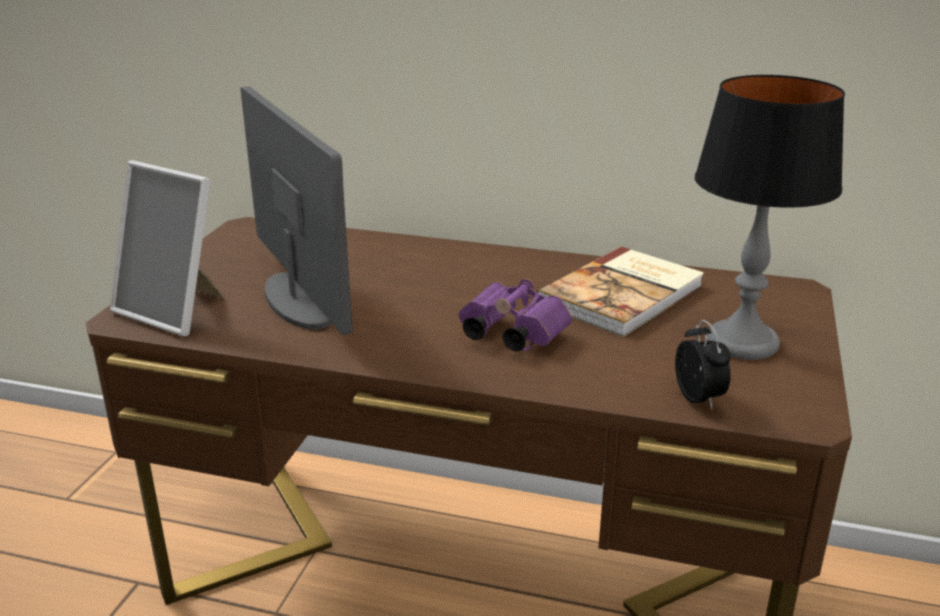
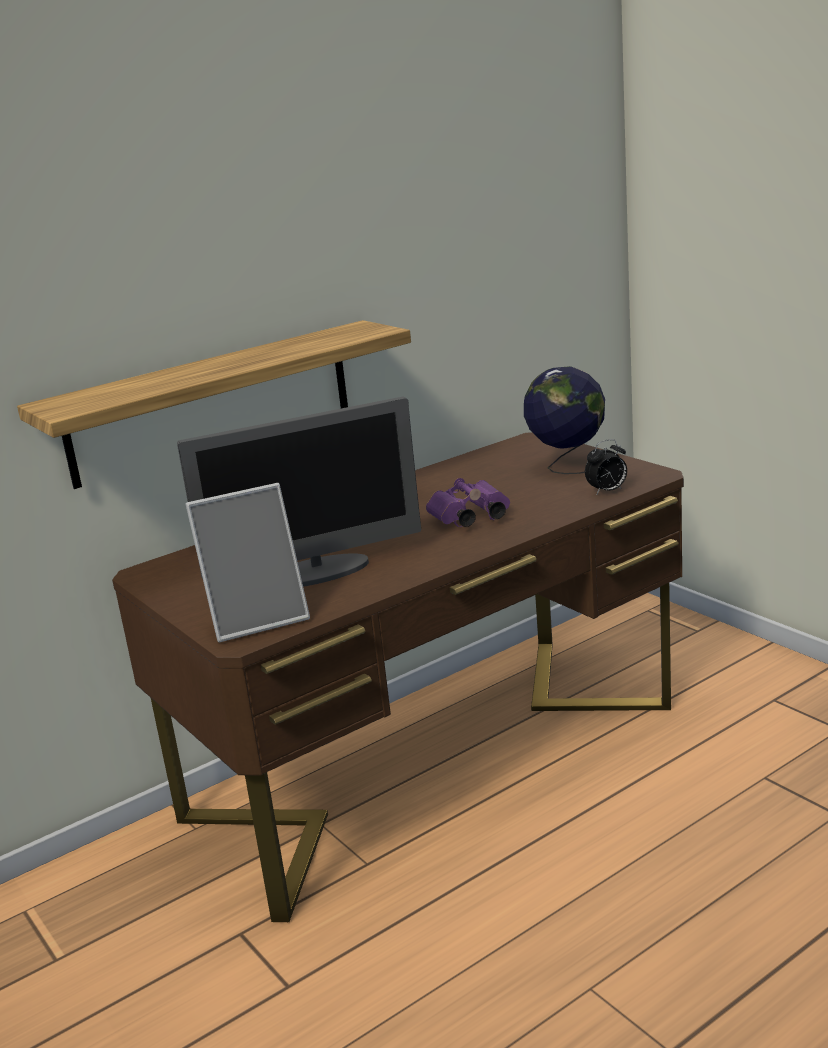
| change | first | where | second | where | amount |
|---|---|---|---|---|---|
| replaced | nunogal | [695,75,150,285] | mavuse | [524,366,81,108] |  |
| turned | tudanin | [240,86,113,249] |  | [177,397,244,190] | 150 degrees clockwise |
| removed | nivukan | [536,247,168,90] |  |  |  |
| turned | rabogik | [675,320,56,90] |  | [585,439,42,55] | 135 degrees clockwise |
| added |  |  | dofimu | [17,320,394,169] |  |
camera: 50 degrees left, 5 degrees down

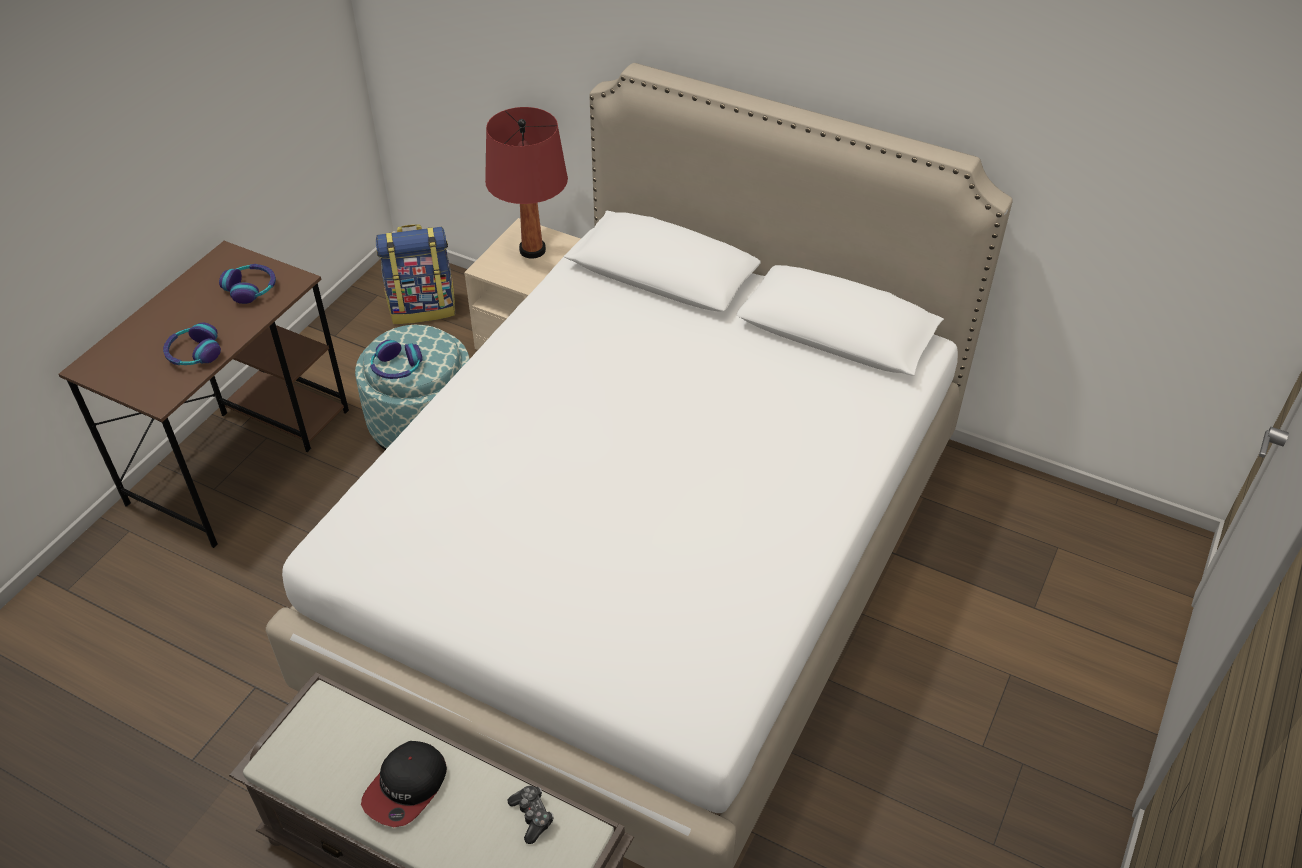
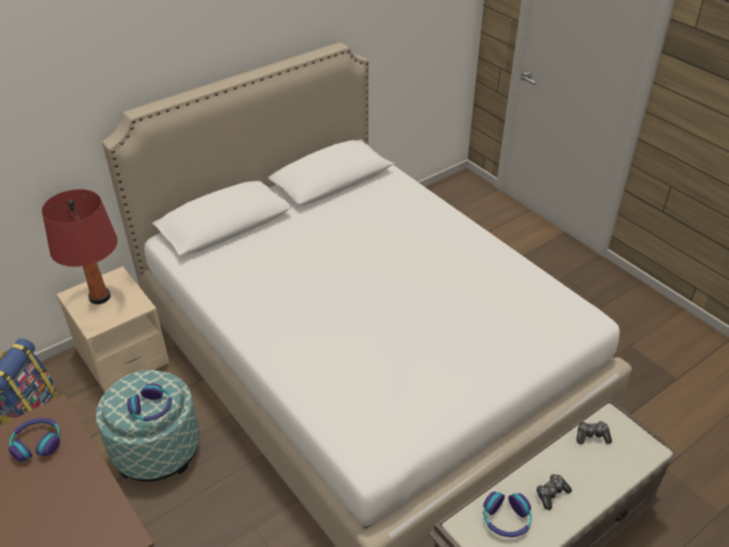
| change | first | where | second | where | amount |
|---|---|---|---|---|---|
| moved | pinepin | [163,323,58,42] |  | [483,491,49,46] |  |
| replaced | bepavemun | [361,741,86,86] | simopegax | [537,474,35,36] |  |
camera: 65 degrees left, 5 degrees down

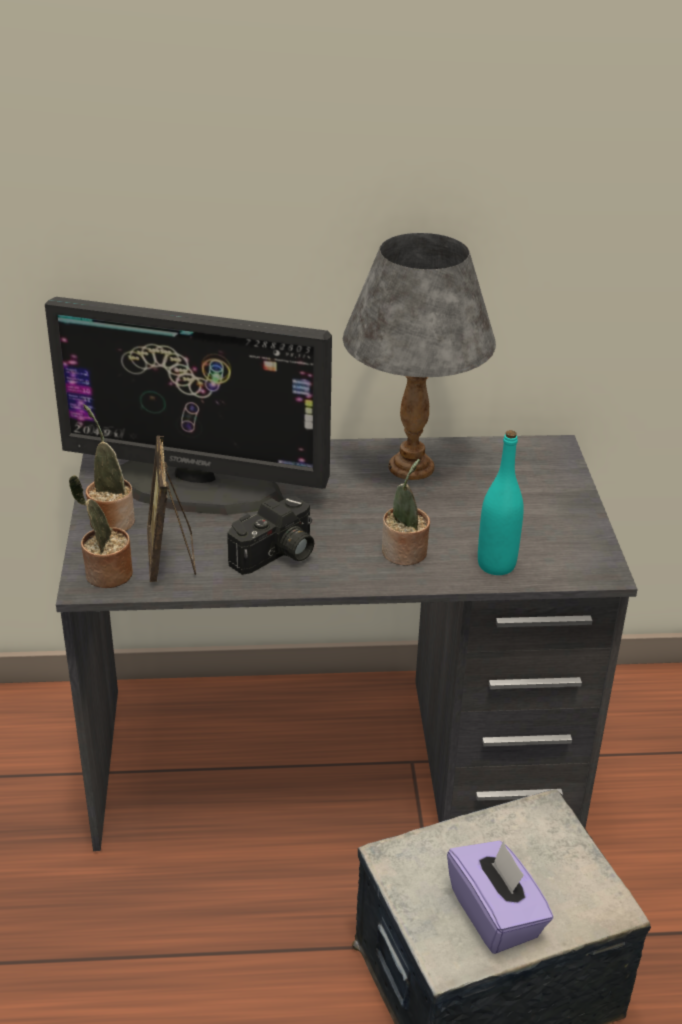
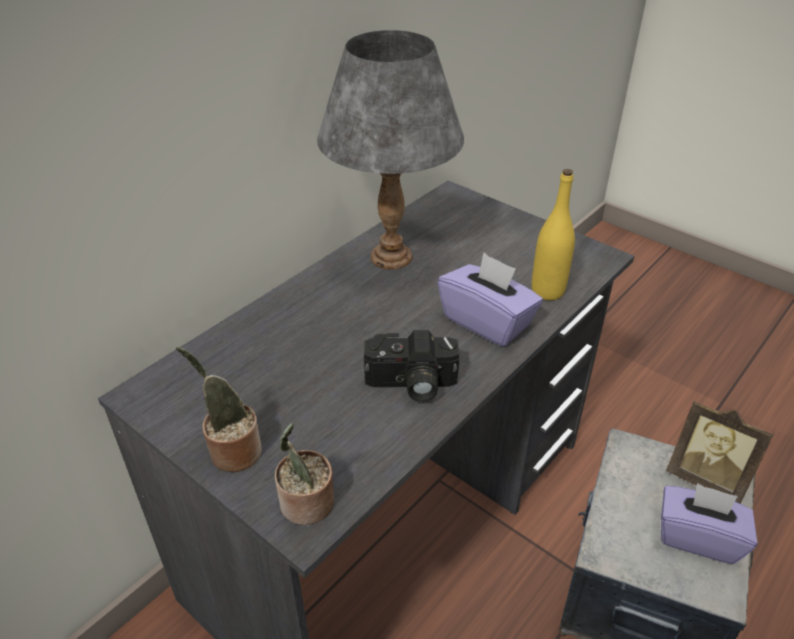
| change | first | where | second | where | amount |
|---|---|---|---|---|---|
| removed | tudanin | [45,297,287,218] |  |  |  |
| recoloured | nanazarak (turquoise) | [478,430,46,145] | nanazarak (yellow) | [532,169,43,131] |  |
| moved | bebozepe | [147,436,49,146] |  | [666,400,108,103] |  |
| replaced | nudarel | [382,459,48,107] | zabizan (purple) | [438,253,105,94] |  |
| turned | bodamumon | [227,497,87,78] |  | [363,330,96,72] | 90 degrees clockwise |
camera: 45 degrees left, 5 degrees up

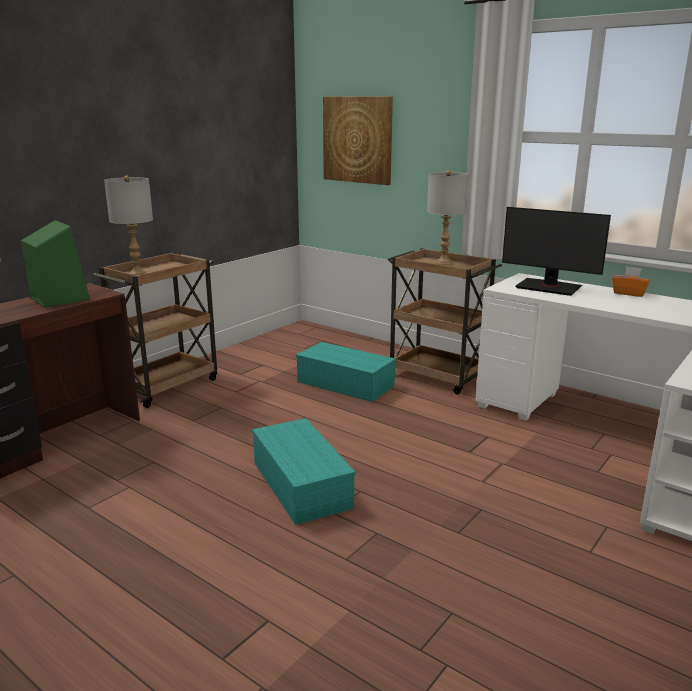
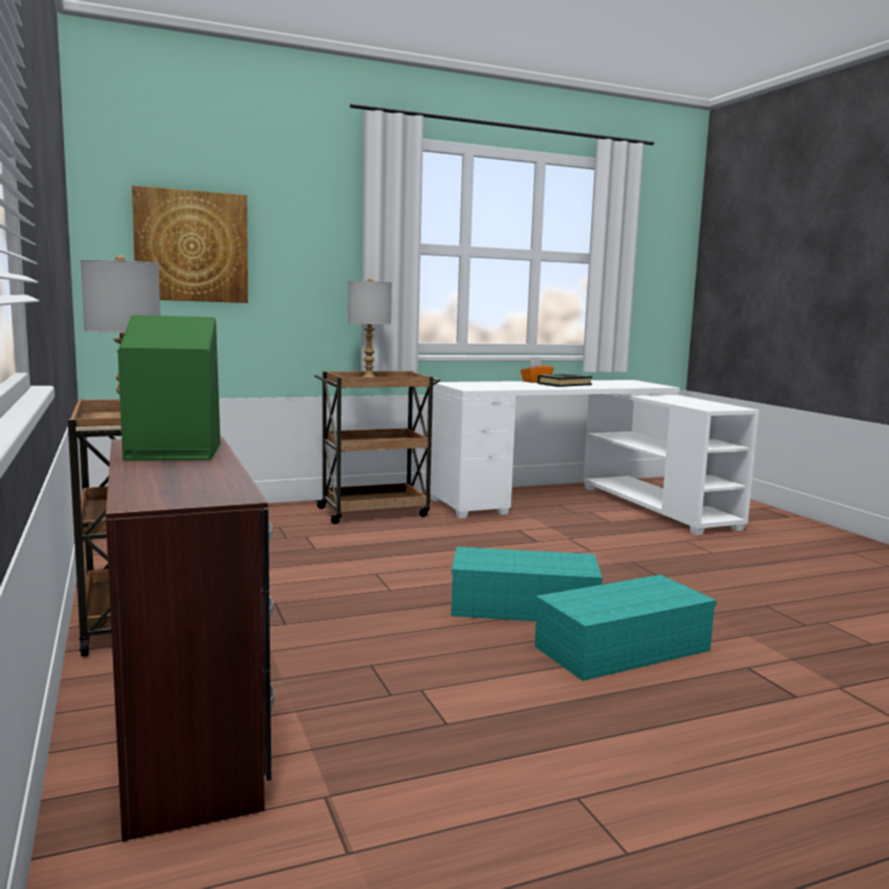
| change | first | where | second | where | amount |
|---|---|---|---|---|---|
| removed | tudanin | [502,207,109,89] |  |  |  |
| moved | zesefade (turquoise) | [296,342,100,60] |  | [535,575,182,106] |  |
| added |  |  | nivukan (black) | [537,374,56,13] |  |
camera: 60 degrees left, 10 degrees down

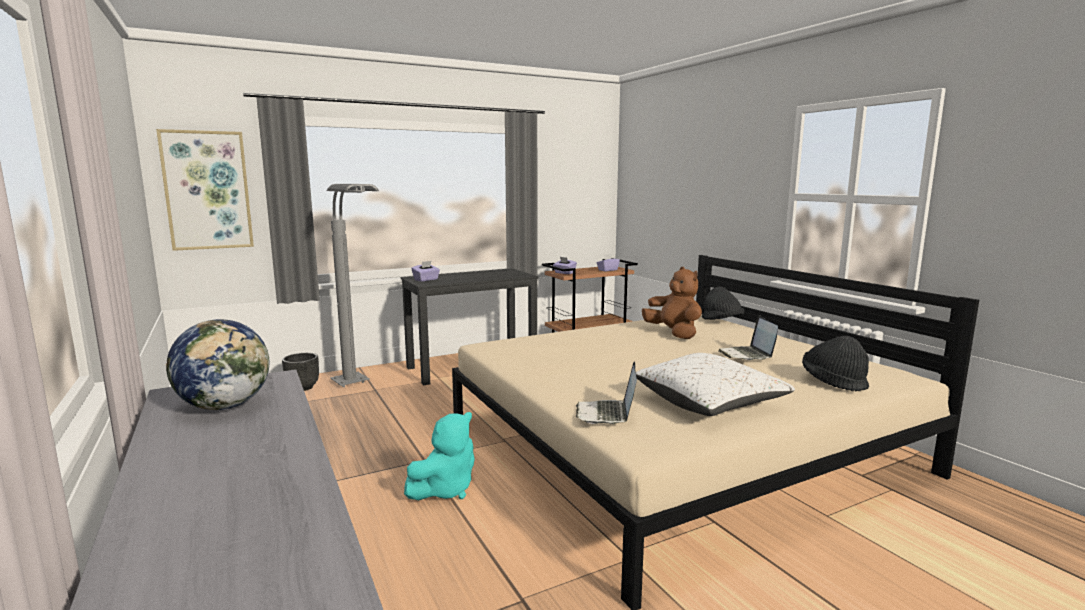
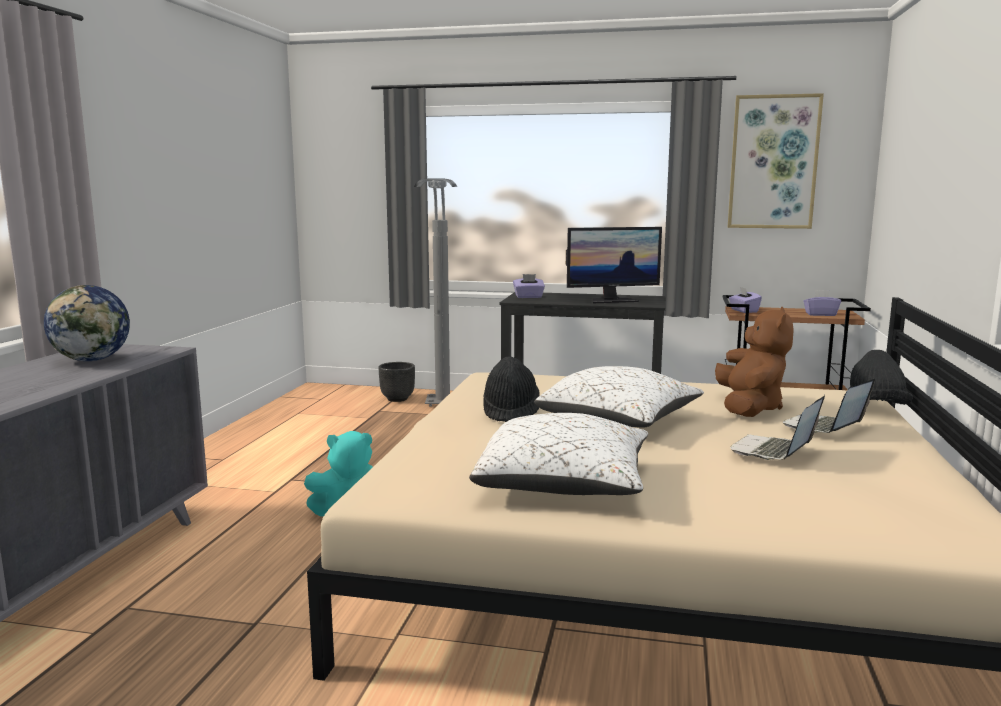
| change | first | where | second | where | amount |
|---|---|---|---|---|---|
| moved | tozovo | [156,129,98,122] |  | [728,93,96,136] |  |
| moved | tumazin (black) | [802,336,67,56] |  | [484,356,56,66] |  |
| moved | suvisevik | [576,362,61,62] |  | [783,378,92,55] |  |
| added |  |  | tudanin | [566,227,96,76] |  |
| added |  |  | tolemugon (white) | [534,366,170,62] |  |
camera: 40 degrees right, 0 degrees up

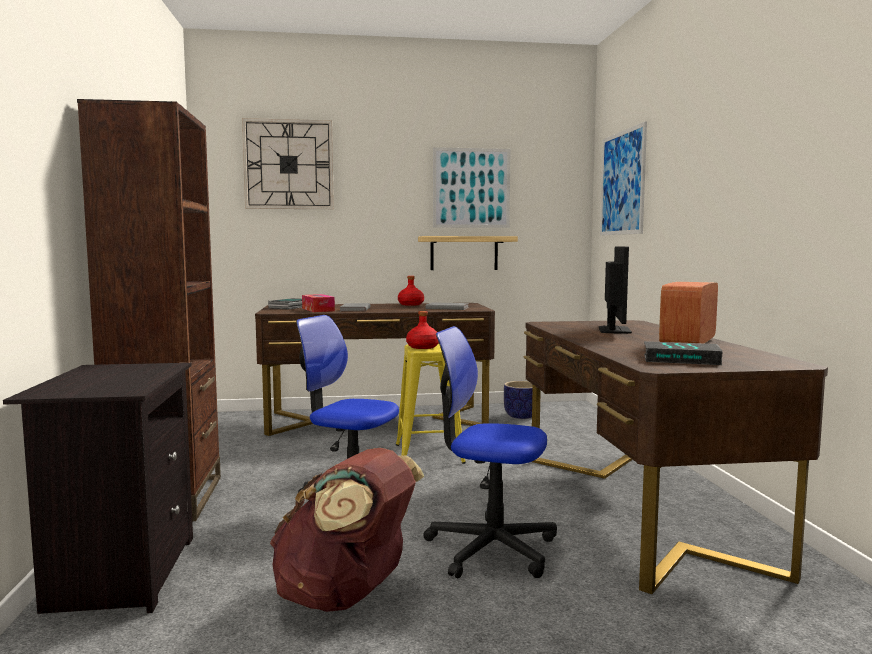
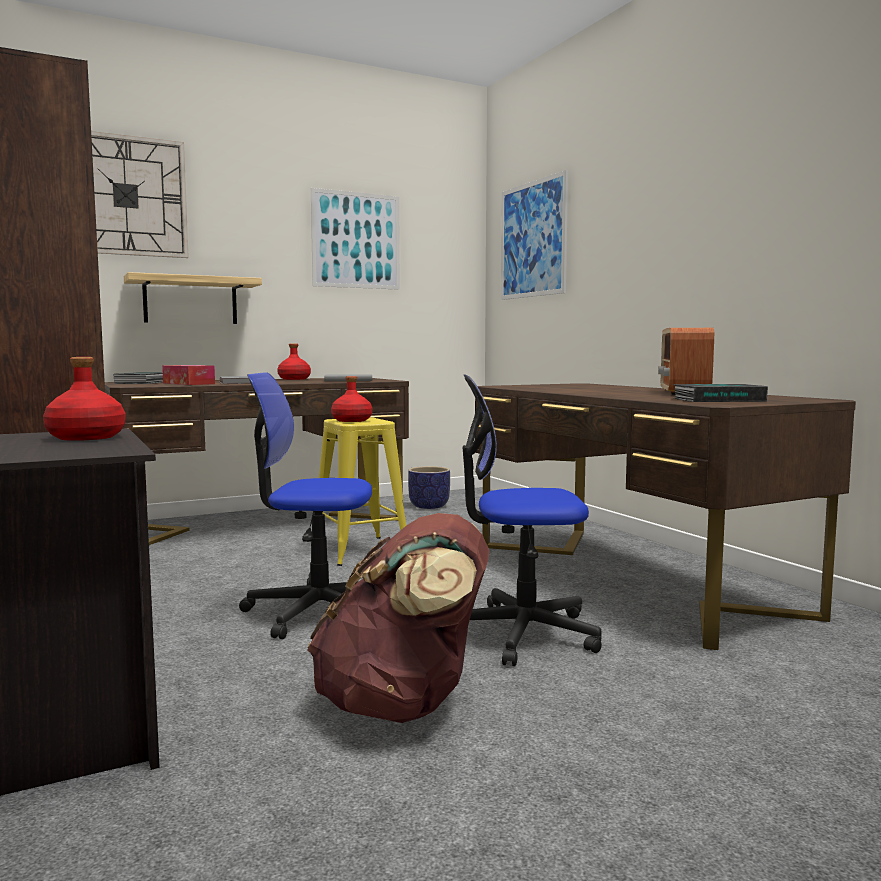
| change | first | where | second | where | amount |
|---|---|---|---|---|---|
| moved | dofimu | [418,236,100,34] |  | [124,272,138,52] |  |
| removed | tudanin | [599,246,33,88] |  |  |  |
| added |  |  | nanazarak (red) | [43,357,83,84] |  |
camera: 20 degrees left, 0 degrees up

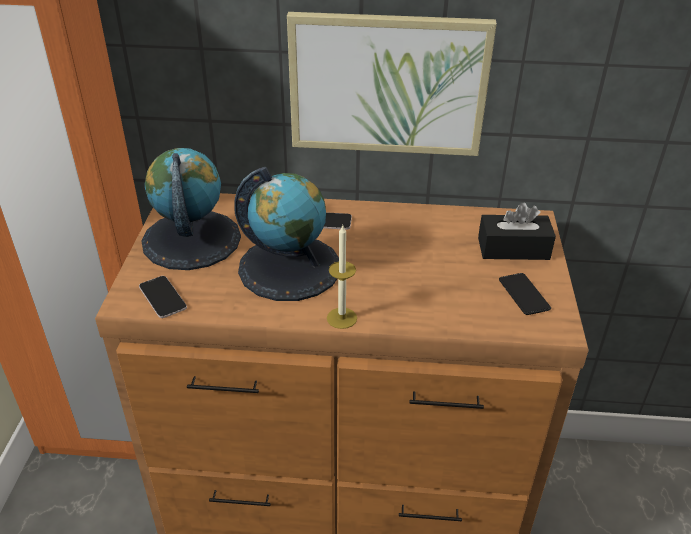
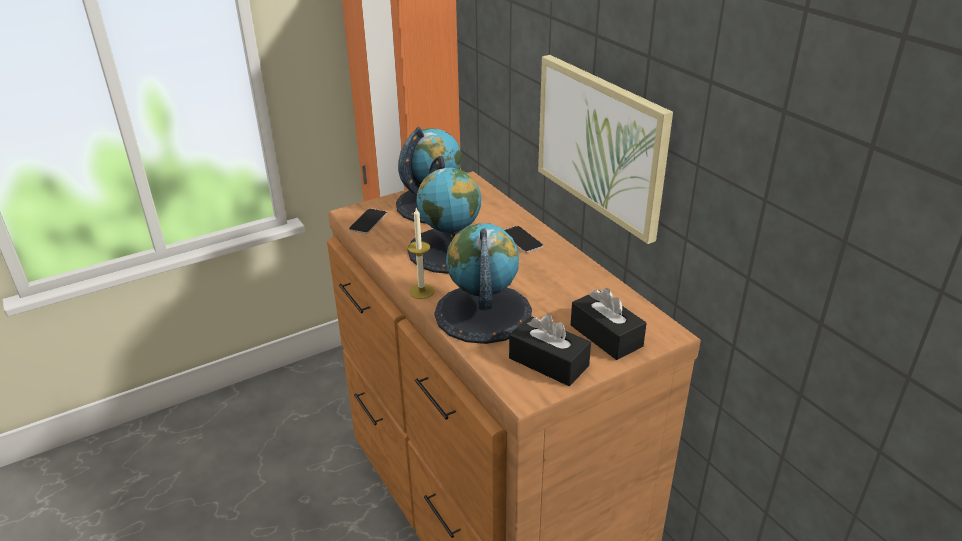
| change | first | where | second | where | amount |
|---|---|---|---|---|---|
| replaced | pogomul | [499,273,52,42] | zabizan (black) | [509,314,82,72] |  |
| added |  |  | mavuse | [434,223,98,121] |  |
camera: 55 degrees right, 5 degrees down

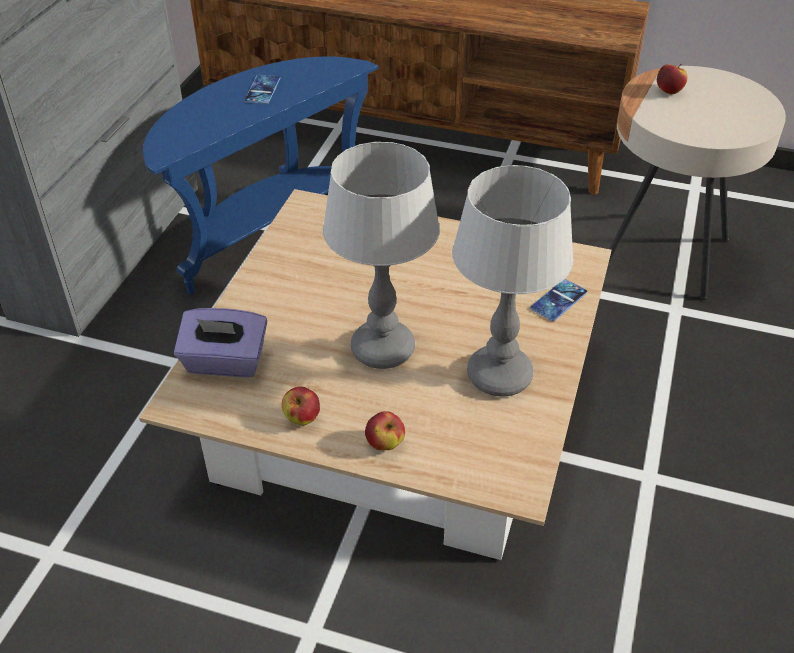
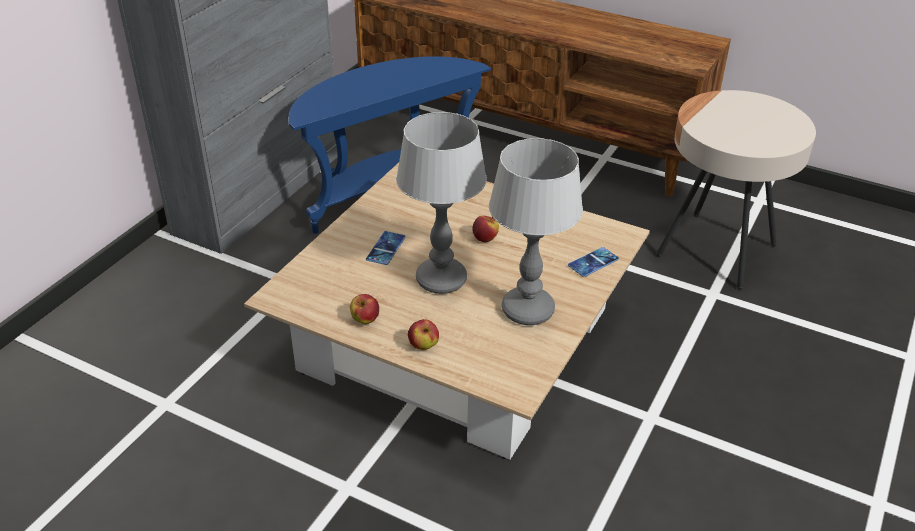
| change | first | where | second | where | amount |
|---|---|---|---|---|---|
| moved | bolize | [657,64,30,30] |  | [472,216,27,26] |  |
| moved | pogomul | [244,75,37,29] |  | [366,231,40,34] |  |
| removed | zabizan (purple) | [174,308,93,69] |  |  |  |
camera: 10 degrees right, 5 degrees down

